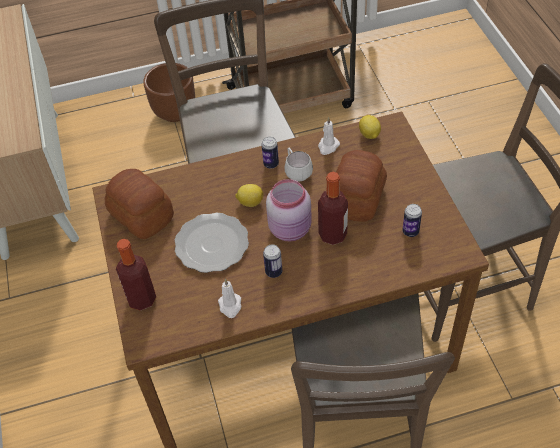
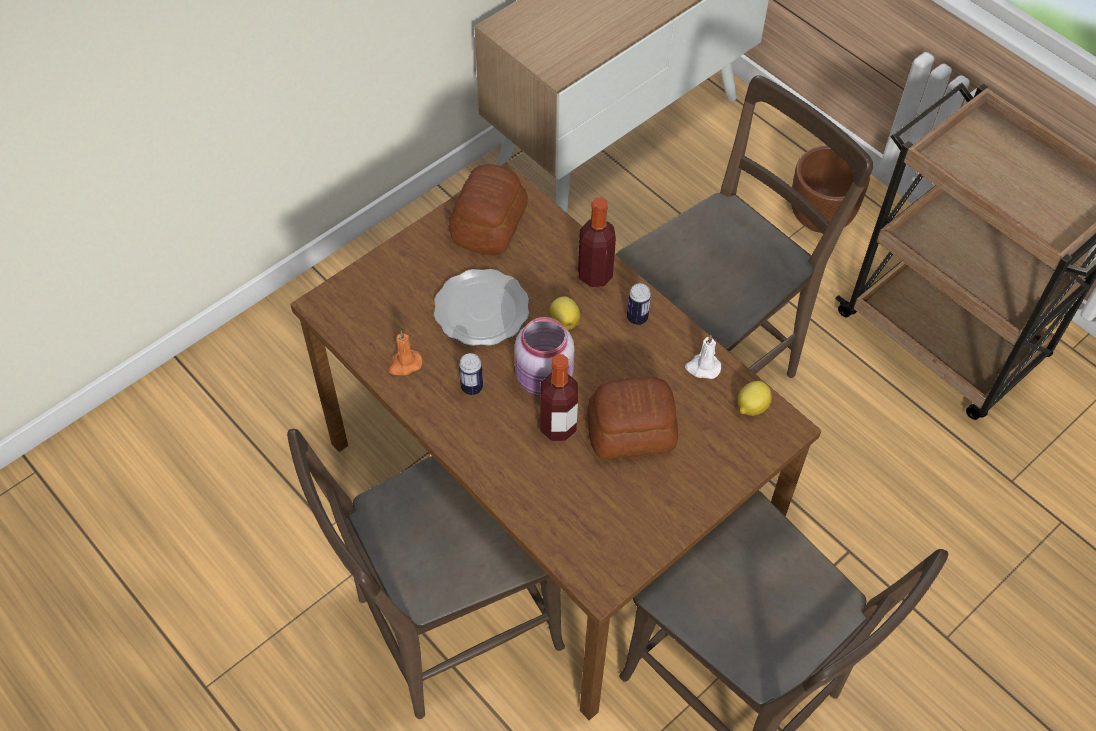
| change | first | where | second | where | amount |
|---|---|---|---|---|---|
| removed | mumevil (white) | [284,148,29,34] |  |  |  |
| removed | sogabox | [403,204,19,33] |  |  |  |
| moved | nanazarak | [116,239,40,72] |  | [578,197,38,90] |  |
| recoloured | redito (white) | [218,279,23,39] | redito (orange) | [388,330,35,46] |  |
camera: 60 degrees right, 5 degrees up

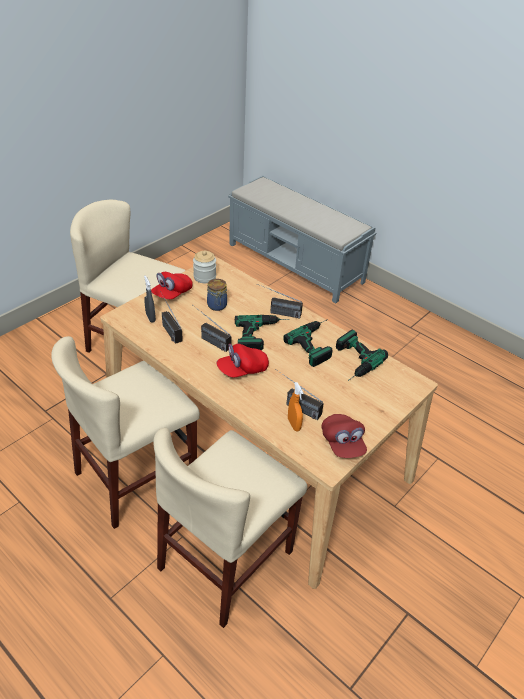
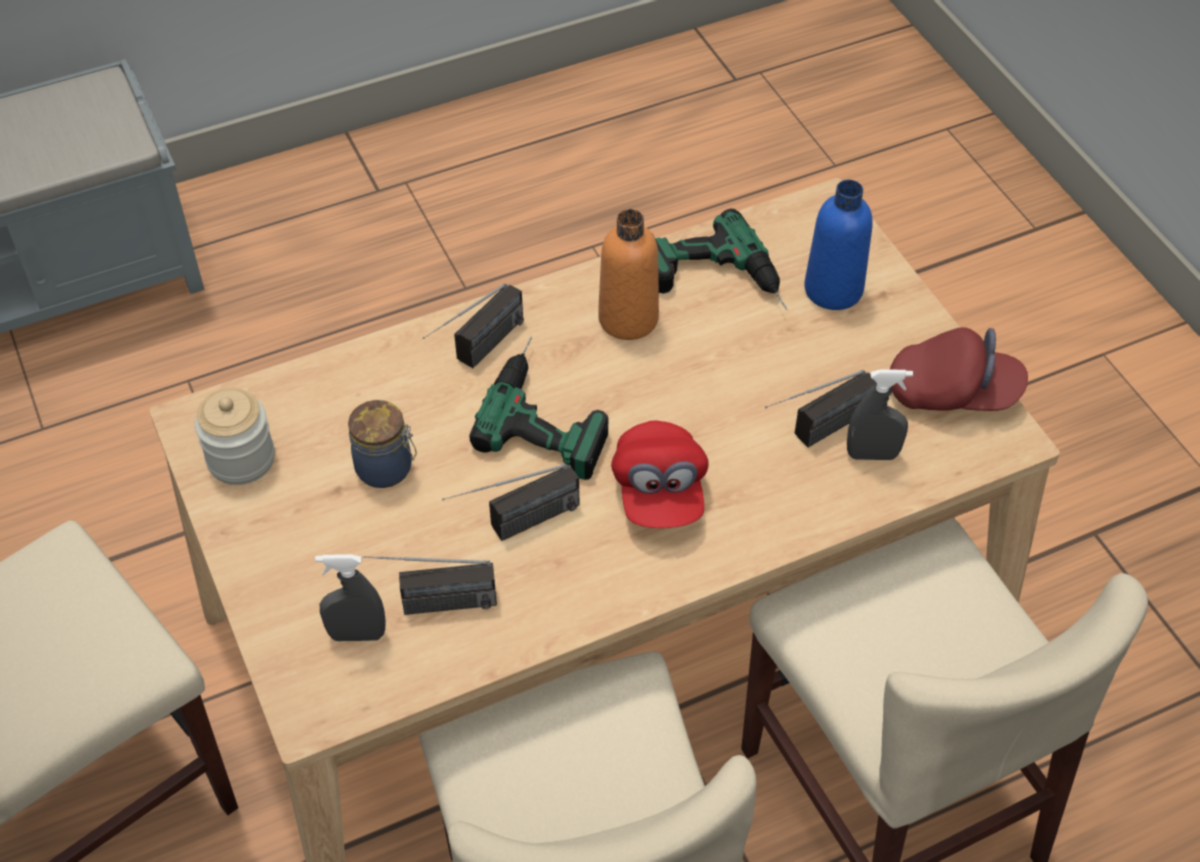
| change | first | where | second | where | amount |
|---|---|---|---|---|---|
| removed | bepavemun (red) | [151,272,42,27] |  |  |  |
| replaced | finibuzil | [283,319,49,48] | nanazarak (orange) | [598,209,61,131] |  |
| recoloured | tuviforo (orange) | [288,382,15,49] | tuviforo (grey) | [847,369,66,91] |  |
| added |  |  | nanazarak (blue) | [804,180,69,130] |  |
camera: 65 degrees left, 10 degrees up

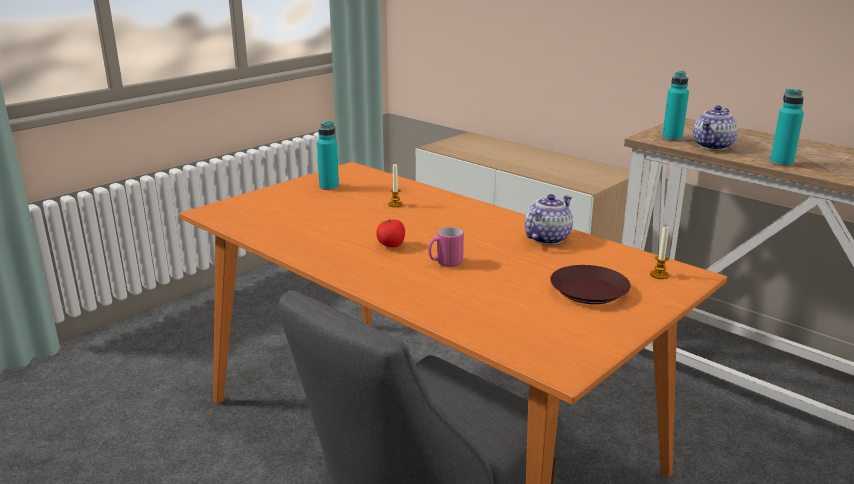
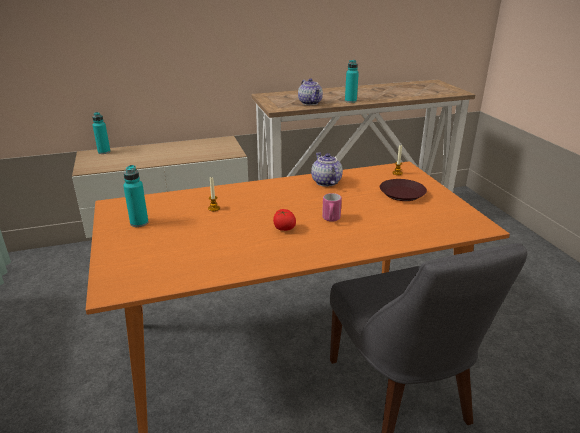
| change | first | where | second | where | amount |
|---|---|---|---|---|---|
| moved | nanazarak (turquoise) | [662,71,27,70] |  | [92,112,19,42] |  |
camera: 60 degrees left, 5 degrees up

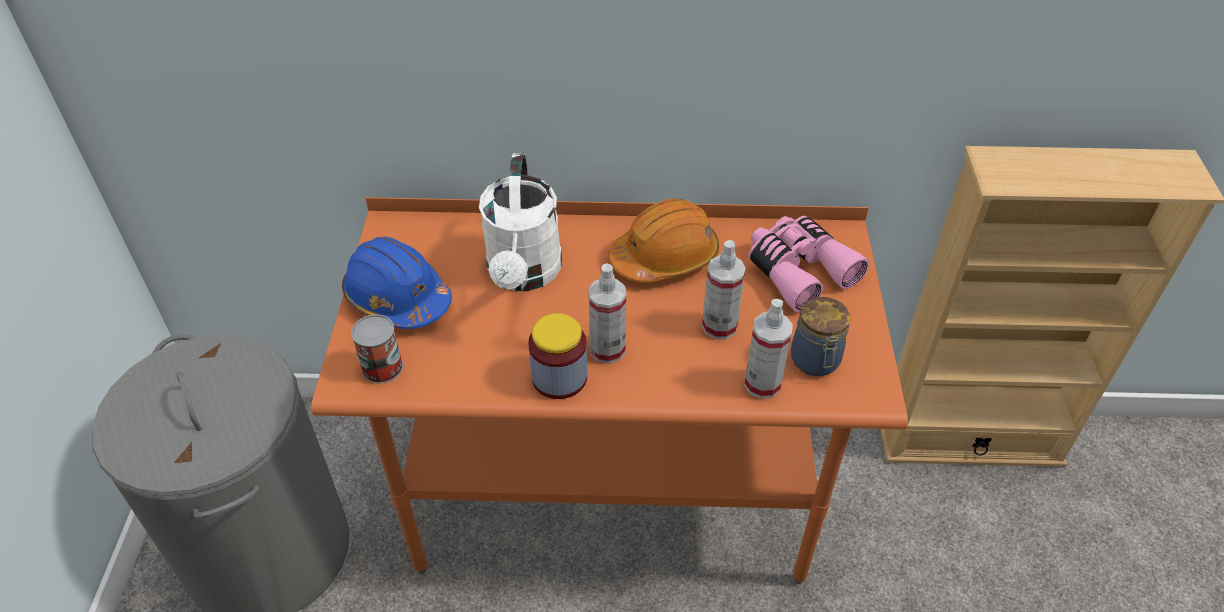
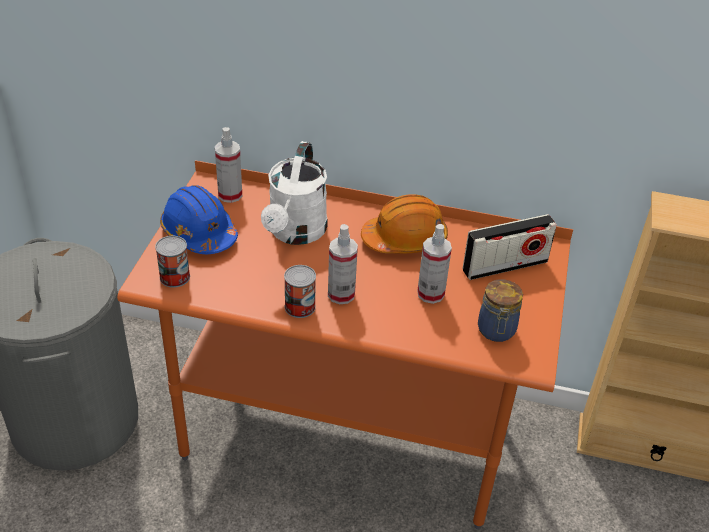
| change | first | where | second | where | amount |
|---|---|---|---|---|---|
| replaced | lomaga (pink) | [748,216,121,96] | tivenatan | [462,214,95,66] |  |
| moved | tuviforo | [744,299,49,100] |  | [215,127,27,76] |  |
| replaced | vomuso | [528,313,59,86] | sogabox | [284,265,32,53] |  |
camera: 10 degrees right, 5 degrees down

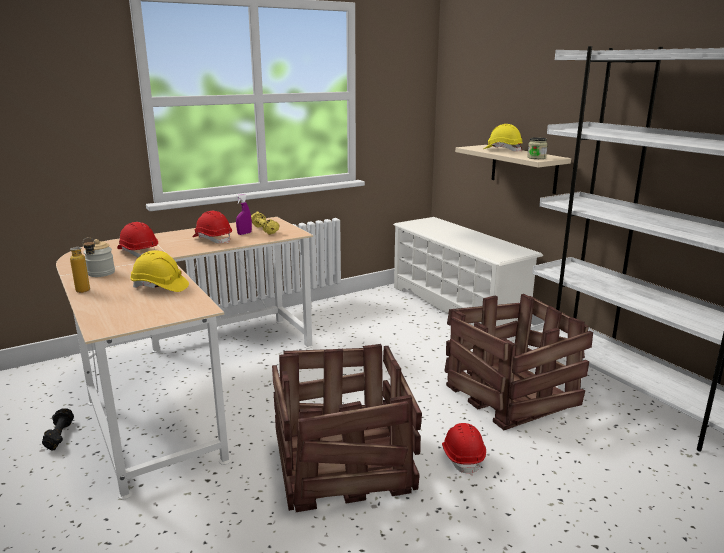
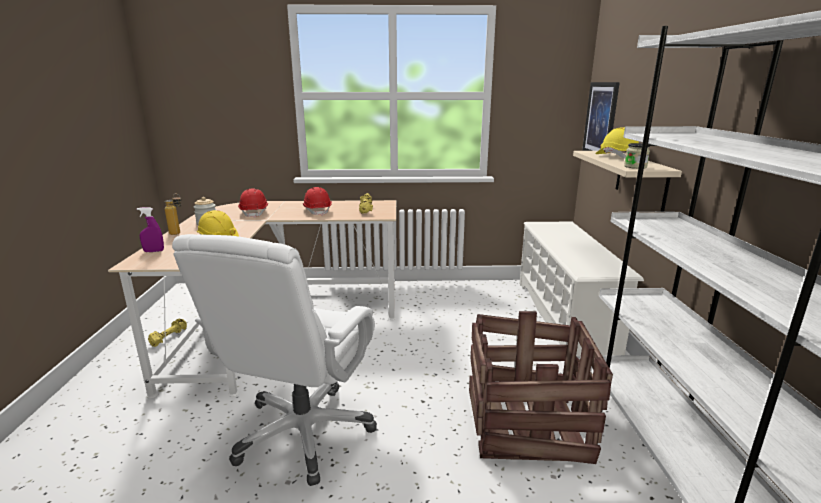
| change | first | where | second | where | amount |
|---|---|---|---|---|---|
| moved | tuviforo (purple) | [236,194,16,41] |  | [137,207,27,45] |  |
| replaced | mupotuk | [272,344,150,168] | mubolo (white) | [172,234,205,252] |  |
| recoloured | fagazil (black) | [42,408,32,42] | fagazil (yellow) | [148,319,39,28] |  |
| removed | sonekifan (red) | [442,423,44,52] |  |  |  |
| added |  |  | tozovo | [582,82,38,69] |  |
camera: 30 degrees right, 0 degrees up

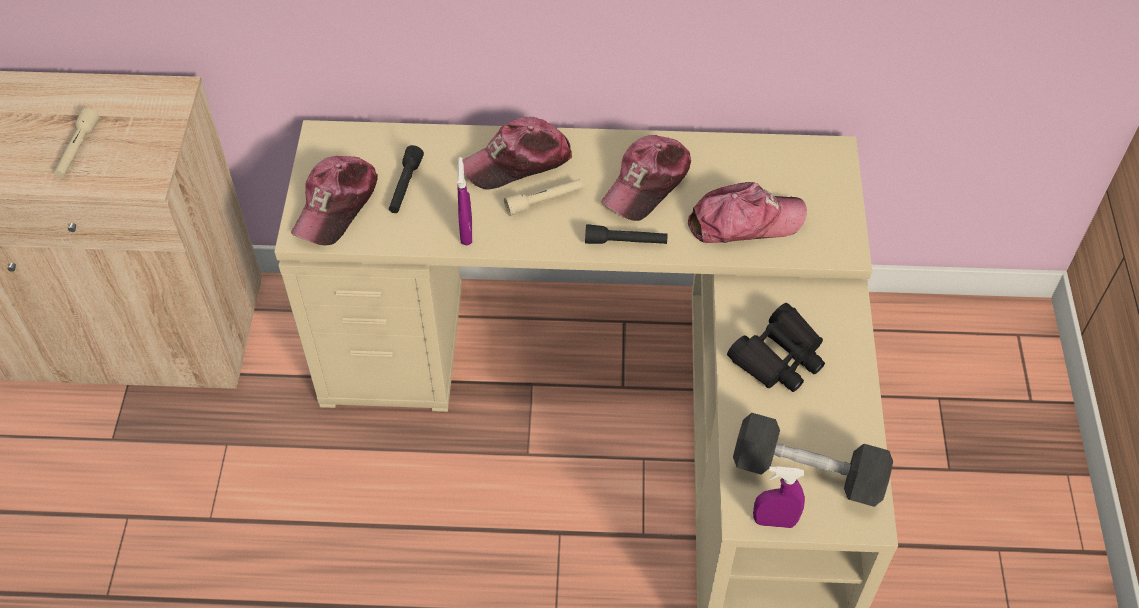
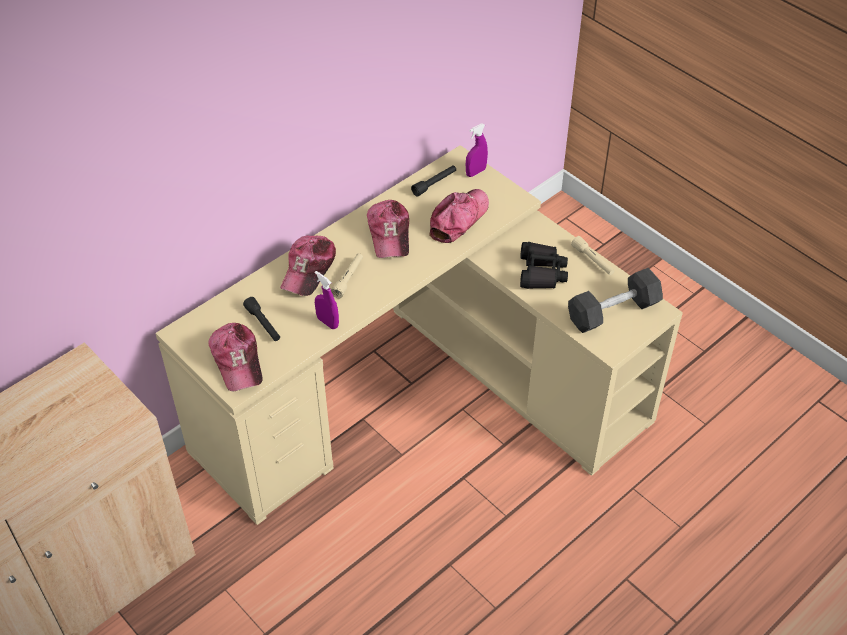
| change | first | where | second | where | amount |
|---|---|---|---|---|---|
| moved | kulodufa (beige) | [54,108,46,70] |  | [571,236,43,39] |  |
| moved | kulodufa (black) | [585,224,83,20] |  | [411,165,45,32] |  |
| moved | tuviforo (purple) | [753,466,52,62] |  | [466,124,22,53] |  |
camera: 45 degrees left, 5 degrees down

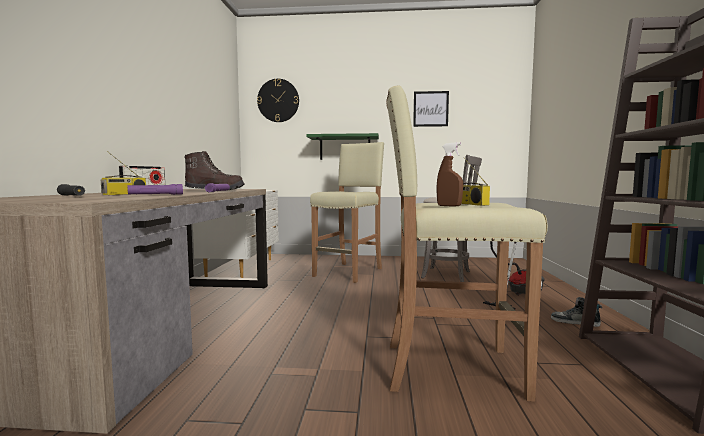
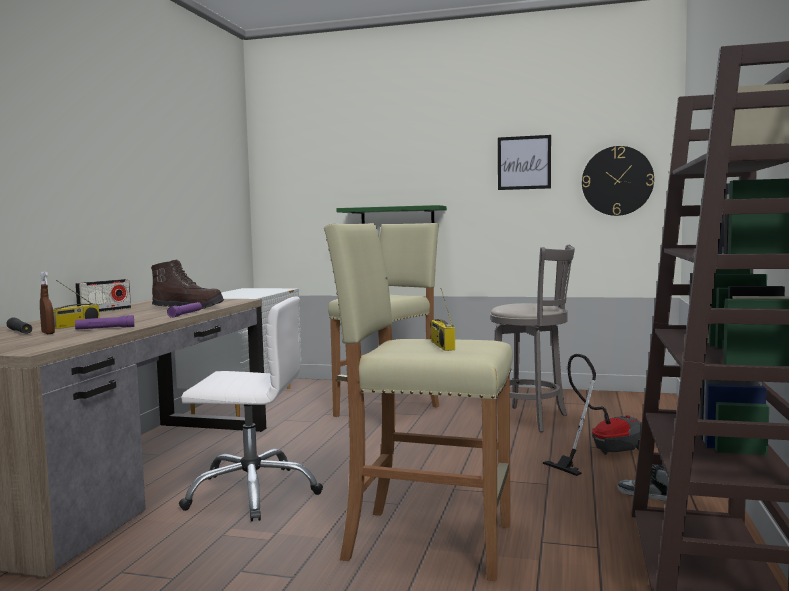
| change | first | where | second | where | amount |
|---|---|---|---|---|---|
| moved | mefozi | [257,79,42,43] |  | [582,146,72,70] |  |
| moved | tuviforo (brown) | [436,142,27,65] |  | [40,272,15,62] |  |
| added |  |  | mubolo (white) | [179,296,144,226] |  |
camera: 10 degrees right, 0 degrees up

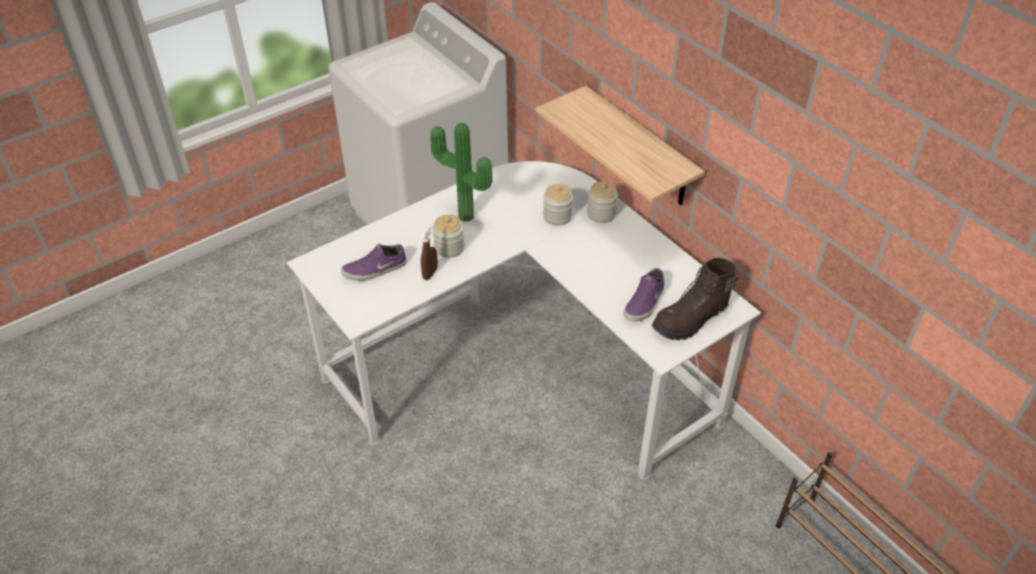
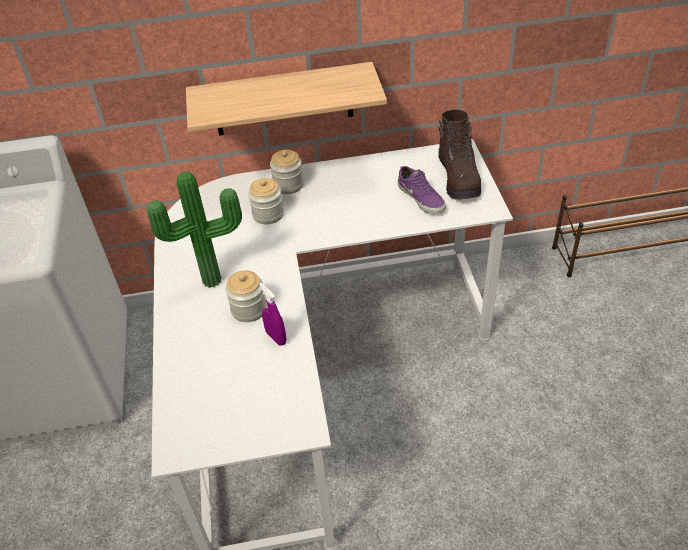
| change | first | where | second | where | amount |
|---|---|---|---|---|---|
| recoloured | tuviforo (brown) | [421,224,17,56] | tuviforo (purple) | [259,282,27,64] |  |
| removed | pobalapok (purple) | [341,244,66,37] |  |  |  |
camera: 60 degrees left, 0 degrees up

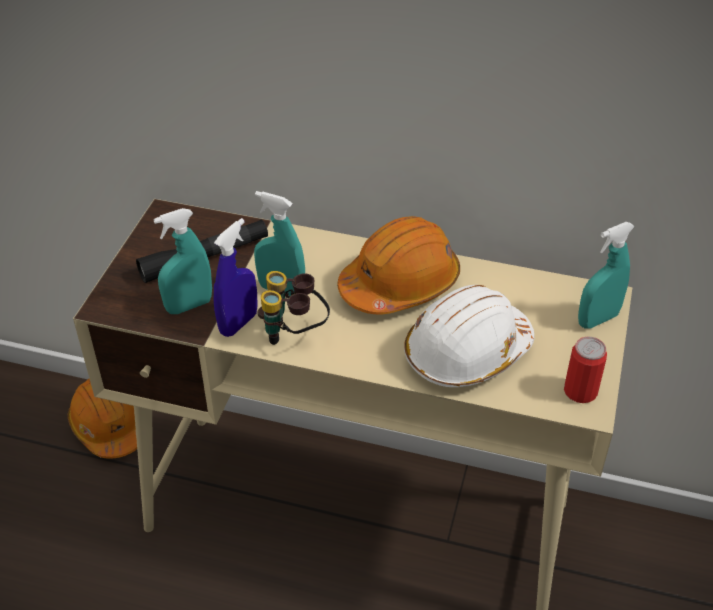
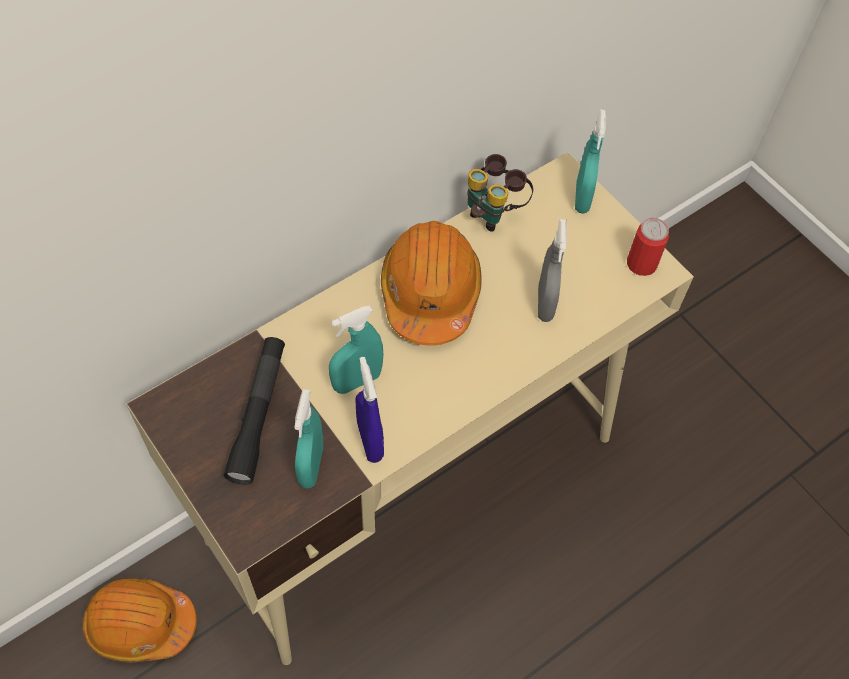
| change | first | where | second | where | amount |
|---|---|---|---|---|---|
| moved | lomaga | [258,271,72,74] |  | [467,154,66,78] |  |
| replaced | sonekifan (white) | [404,285,130,102] | tuviforo (grey) | [538,219,29,103] |  |
camera: 55 degrees left, 15 degrees up

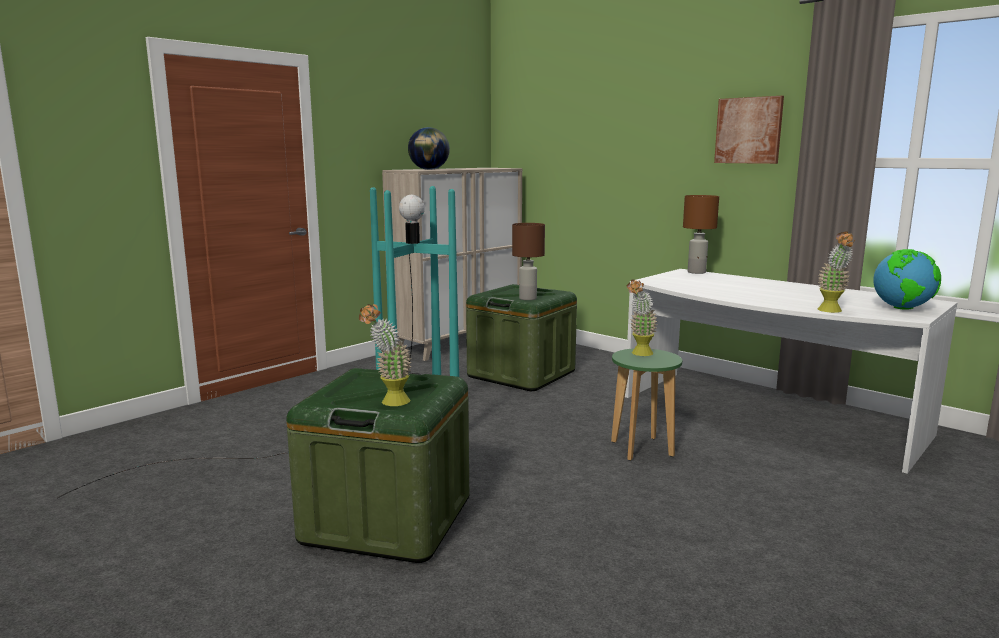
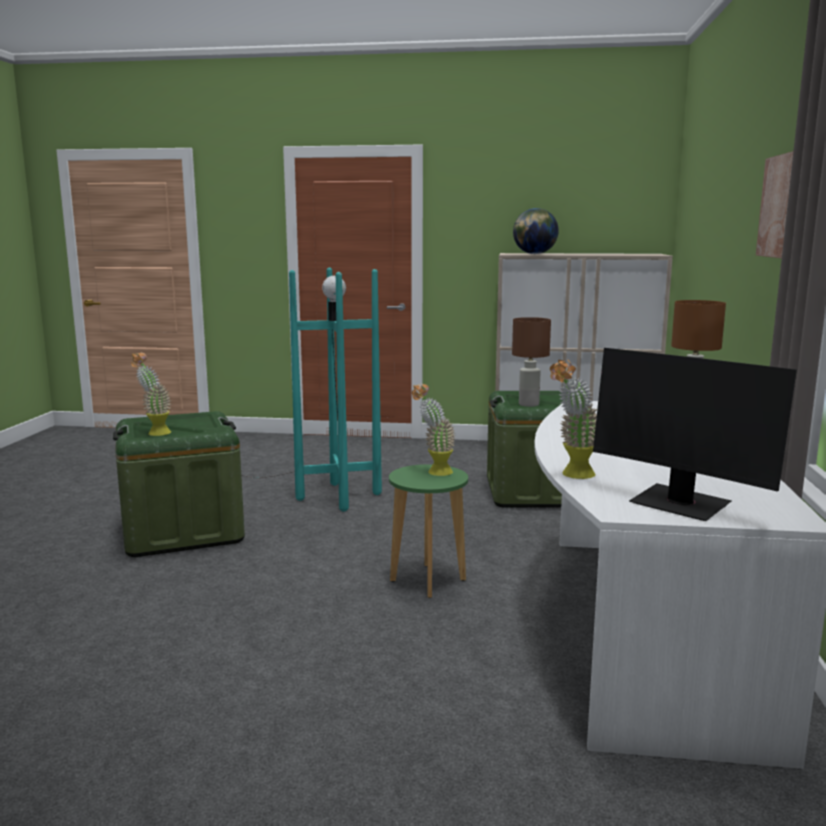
| change | first | where | second | where | amount |
|---|---|---|---|---|---|
| replaced | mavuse | [873,249,68,61] | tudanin | [593,348,204,173] |  |
camera: 55 degrees right, 0 degrees up

